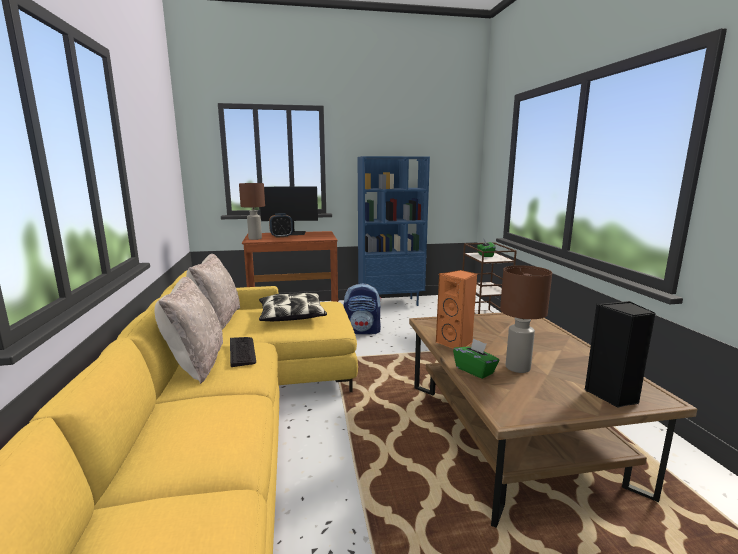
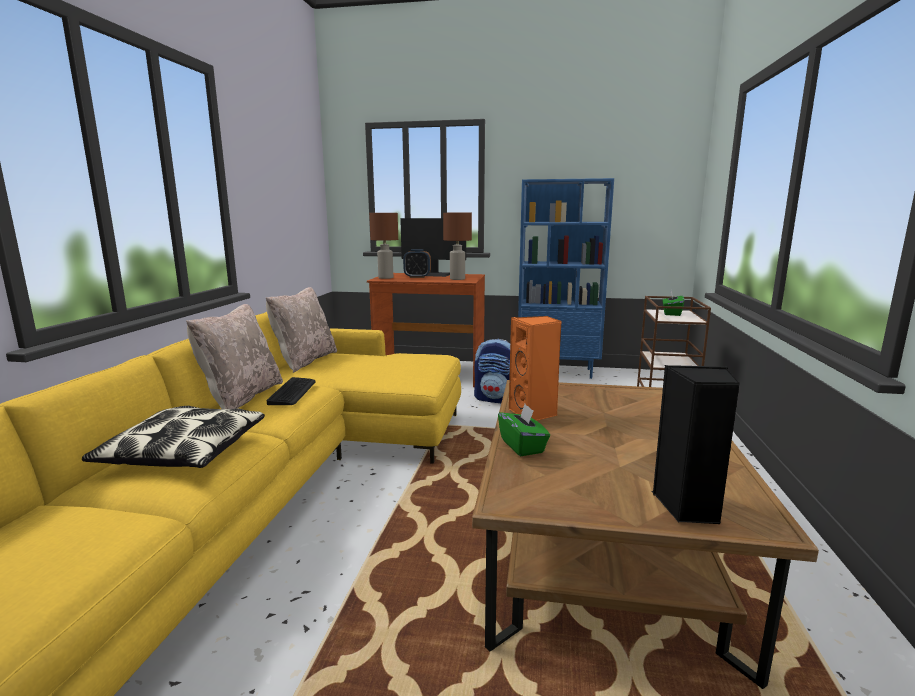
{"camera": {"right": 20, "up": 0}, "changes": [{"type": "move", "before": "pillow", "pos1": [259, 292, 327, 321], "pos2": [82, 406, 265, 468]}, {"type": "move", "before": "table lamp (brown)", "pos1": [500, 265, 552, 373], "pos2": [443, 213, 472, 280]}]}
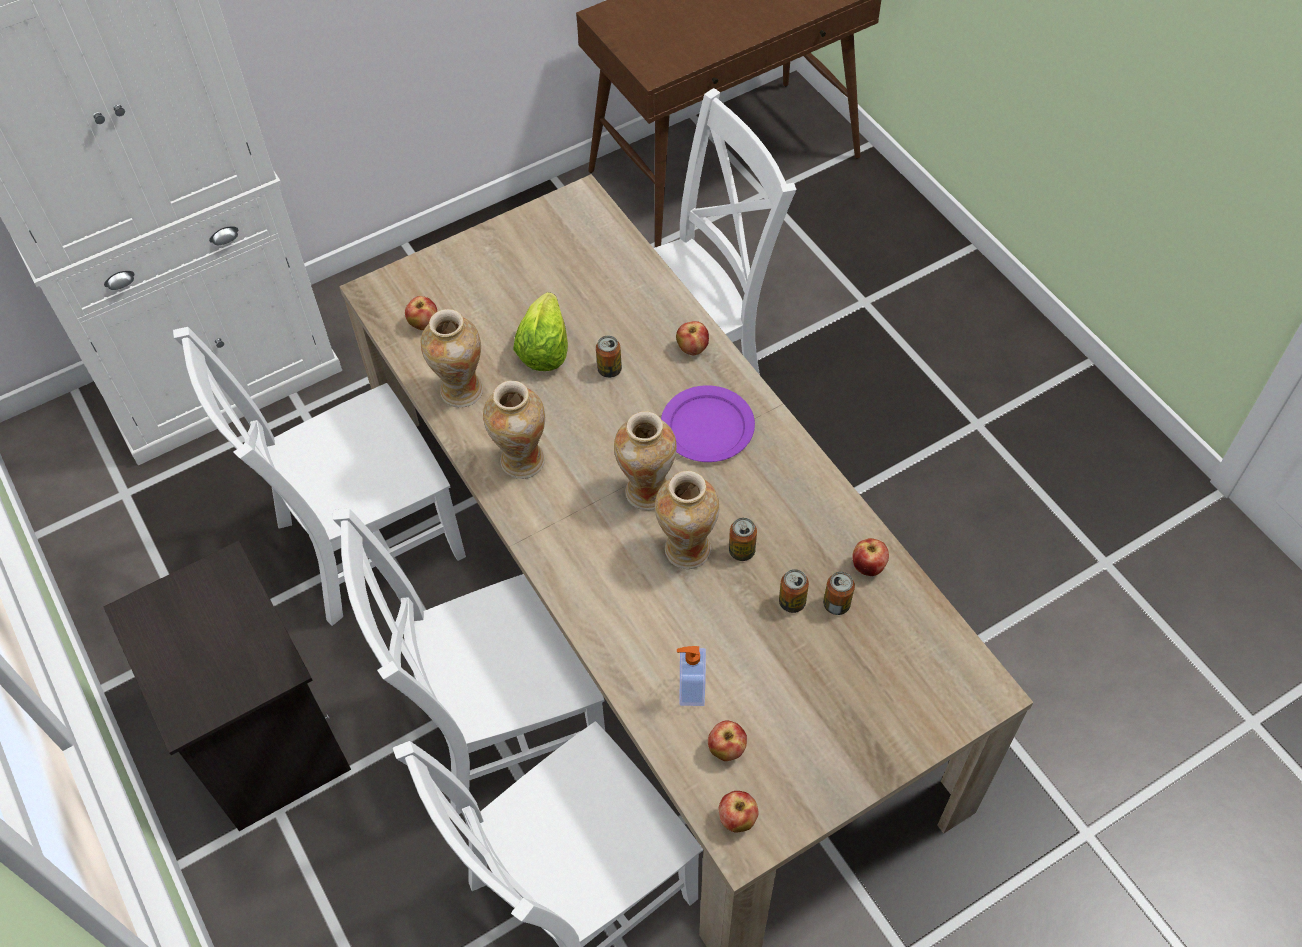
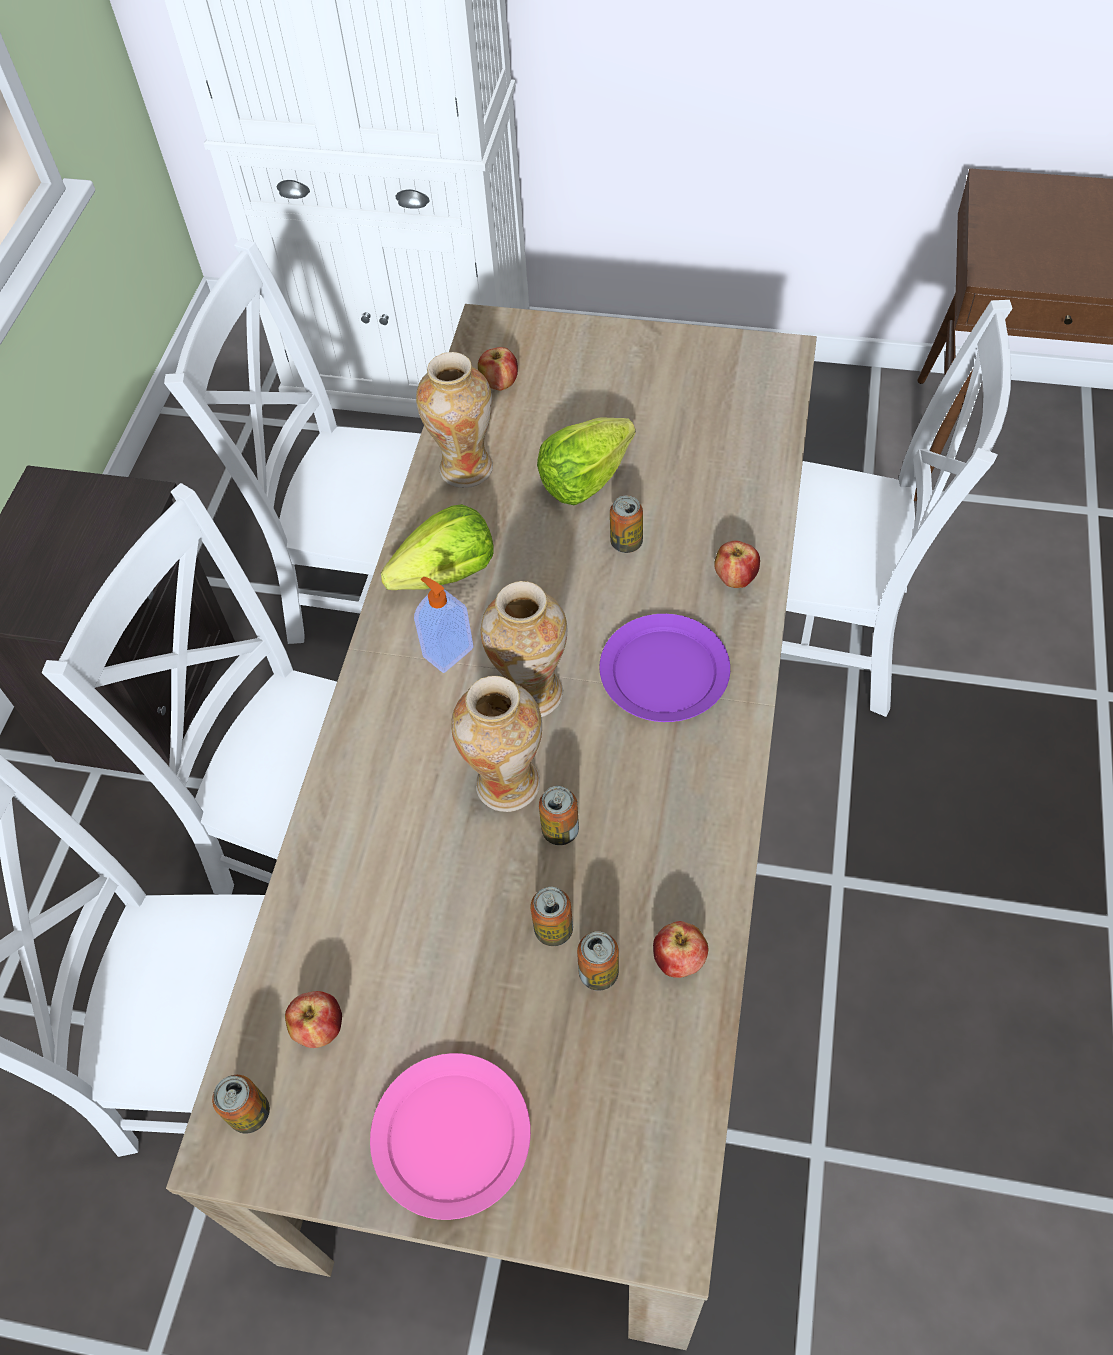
{"camera": {"right": 45, "up": 0}, "changes": [{"type": "replace", "before": "vase", "after": "lettuce", "pos1": [483, 381, 545, 479], "pos2": [381, 504, 494, 590]}, {"type": "move", "before": "soap dispenser", "pos1": [677, 646, 706, 706], "pos2": [414, 577, 473, 673]}, {"type": "replace", "before": "apple", "after": "can", "pos1": [719, 791, 759, 833], "pos2": [212, 1075, 270, 1134]}, {"type": "insert", "after": "plate (pink)", "pos2": [370, 1053, 531, 1220]}]}
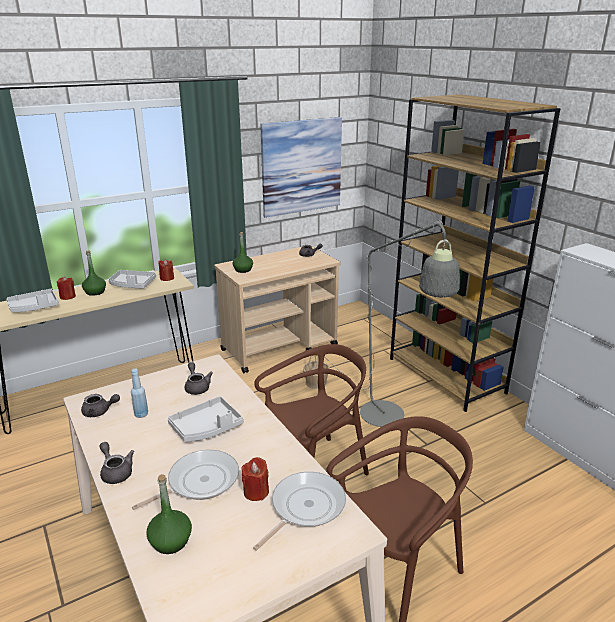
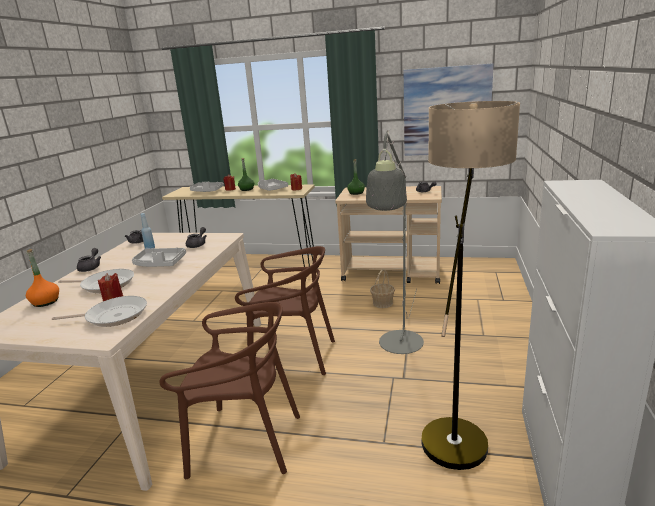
{"camera": {"right": 45, "up": -5}, "changes": [{"type": "recolor", "before": "bottle (green)", "after": "bottle (orange)", "pos1": [146, 474, 192, 554], "pos2": [26, 249, 59, 307]}, {"type": "delete", "before": "bookcase (brown)", "pos1": [390, 94, 560, 412]}, {"type": "insert", "after": "floor lamp", "pos2": [422, 101, 520, 470]}]}
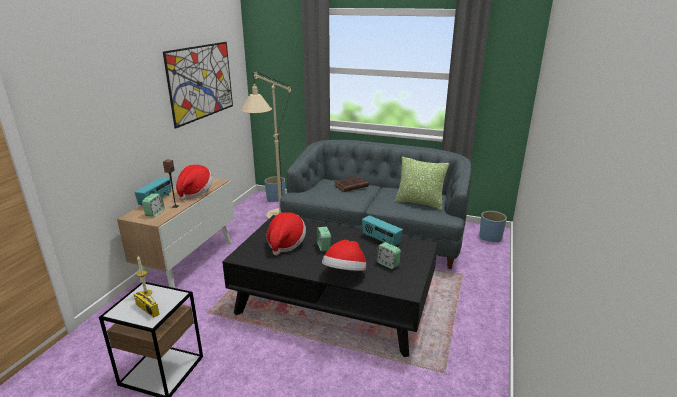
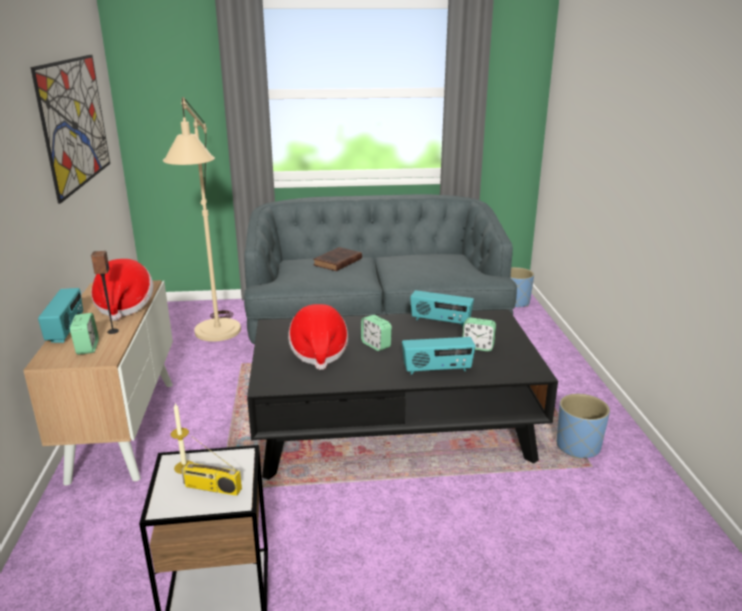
{"camera": {"right": -25, "up": 0}, "changes": [{"type": "move", "before": "planter (blue)", "pos1": [265, 176, 285, 202], "pos2": [557, 394, 610, 459]}, {"type": "replace", "before": "hat", "after": "radio", "pos1": [322, 240, 366, 271], "pos2": [402, 337, 476, 375]}, {"type": "delete", "before": "pillow", "pos1": [395, 157, 449, 210]}]}
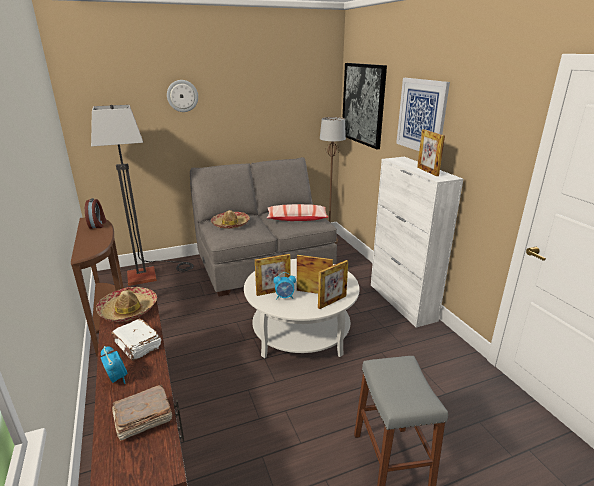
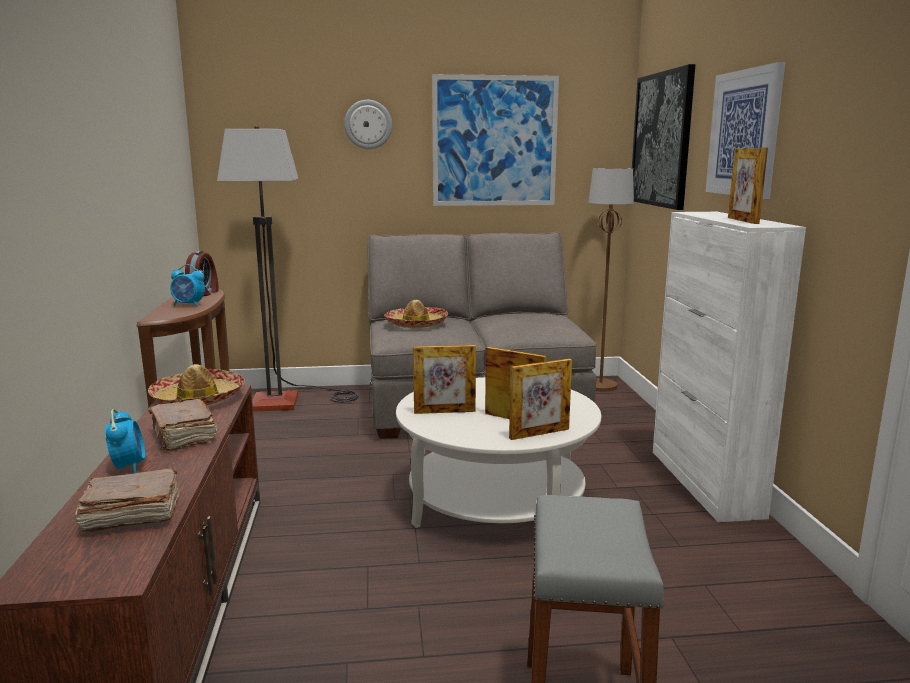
{"camera": {"right": 15, "up": -10}, "changes": [{"type": "recolor", "before": "book (white)", "after": "book (brown)", "pos1": [111, 319, 161, 361], "pos2": [148, 399, 217, 451]}, {"type": "delete", "before": "pillow", "pos1": [267, 204, 328, 221]}, {"type": "move", "before": "alarm clock", "pos1": [273, 272, 296, 300], "pos2": [170, 264, 205, 306]}, {"type": "insert", "after": "picture", "pos2": [432, 74, 559, 206]}]}
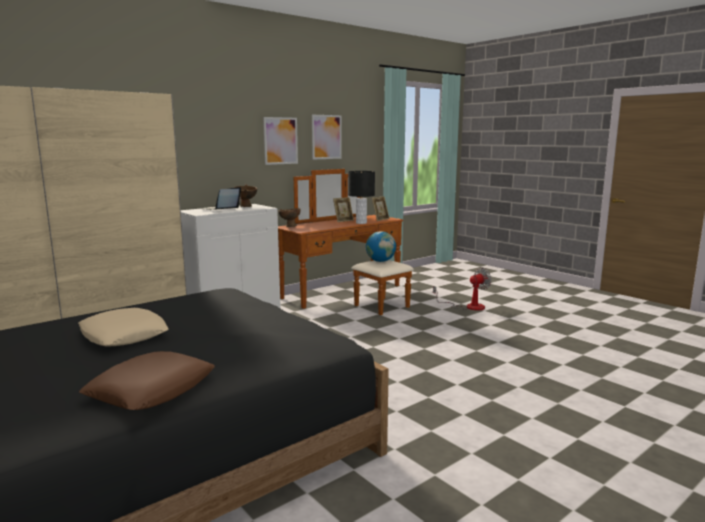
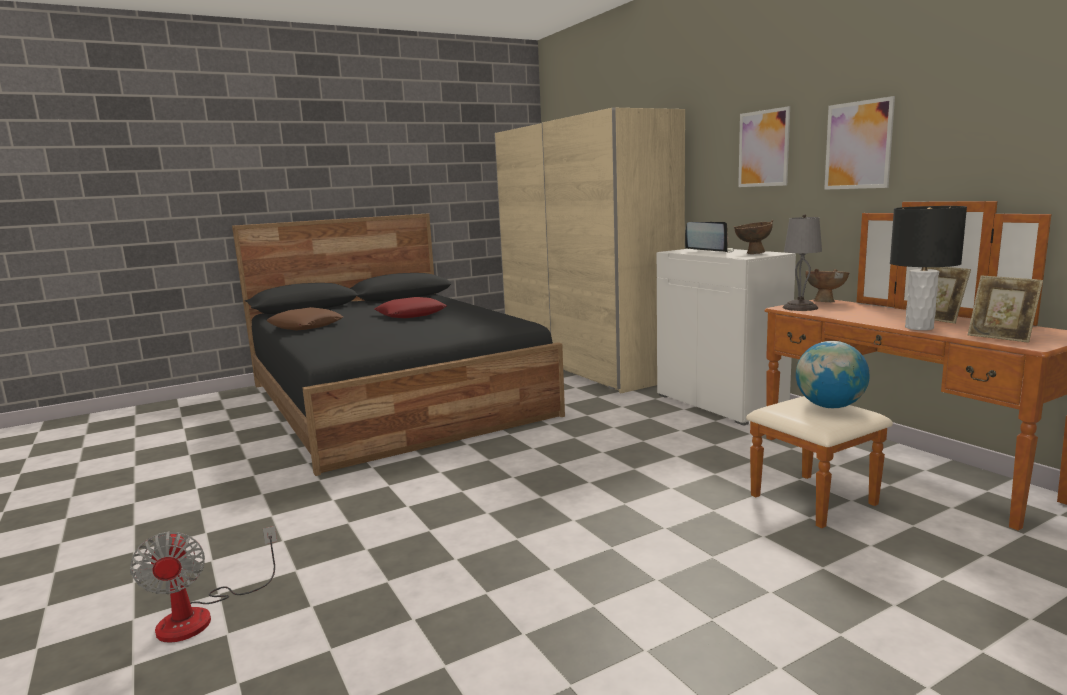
{"camera": {"right": 100, "up": 0}, "changes": [{"type": "recolor", "before": "pillow (beige)", "after": "pillow (red)", "pos1": [79, 308, 168, 346], "pos2": [375, 297, 447, 318]}, {"type": "move", "before": "picture", "pos1": [312, 115, 342, 160], "pos2": [738, 106, 790, 187]}, {"type": "move", "before": "fan", "pos1": [433, 267, 492, 311], "pos2": [130, 526, 277, 643]}, {"type": "insert", "after": "table lamp (grey)", "pos2": [783, 214, 822, 311]}]}
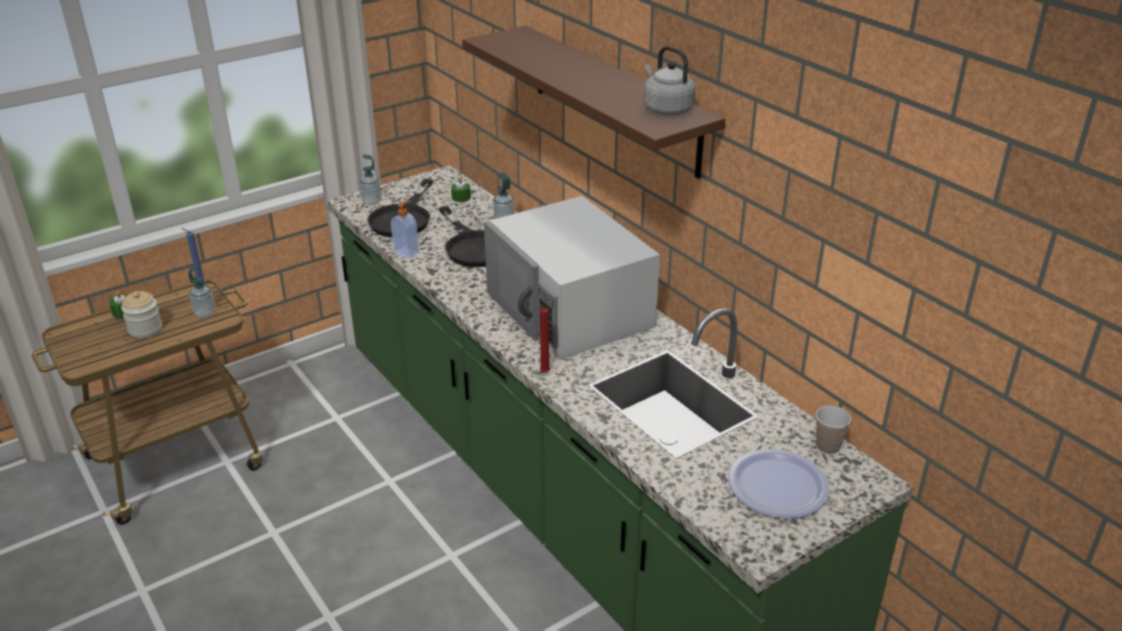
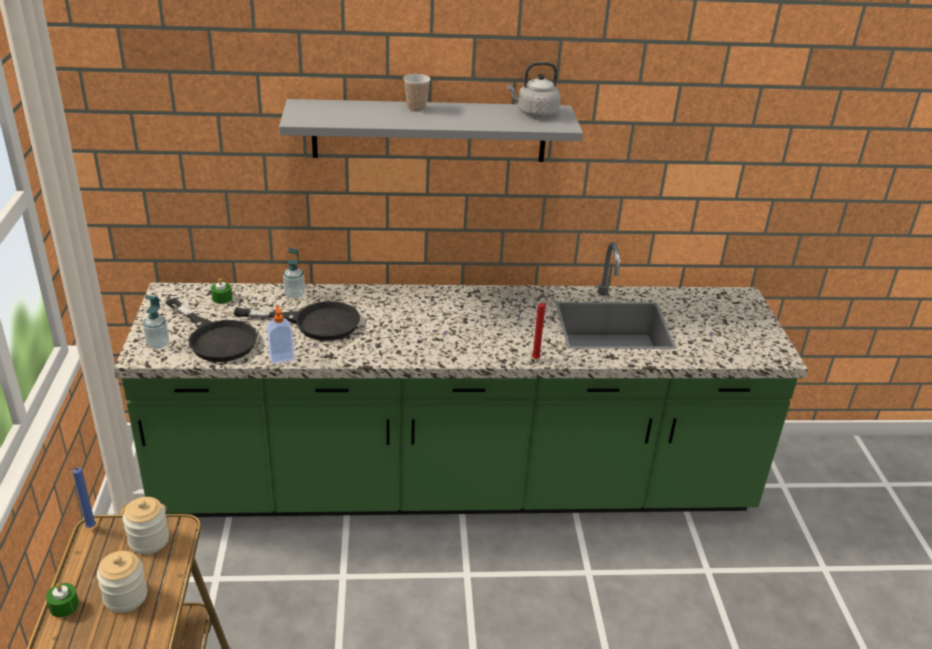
{"camera": {"right": -60, "up": 0}, "changes": [{"type": "replace", "before": "soap dispenser", "after": "jar", "pos1": [188, 264, 215, 318], "pos2": [123, 497, 169, 554]}, {"type": "recolor", "before": "shelf (brown)", "after": "shelf (grey)", "pos1": [462, 26, 725, 179], "pos2": [279, 99, 583, 162]}, {"type": "delete", "before": "microwave (white)", "pos1": [484, 196, 660, 360]}, {"type": "delete", "before": "plate", "pos1": [728, 449, 830, 519]}, {"type": "move", "before": "cup", "pos1": [816, 406, 851, 454], "pos2": [403, 74, 431, 112]}]}
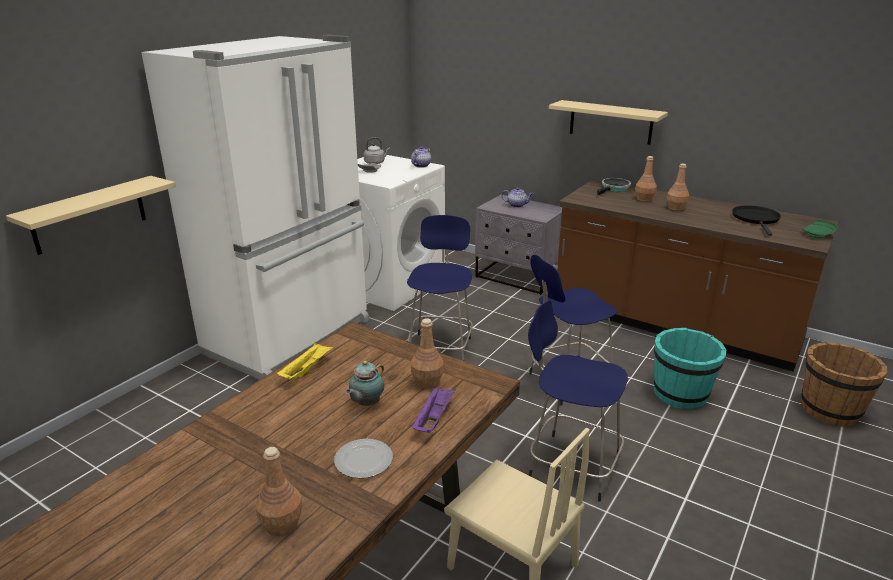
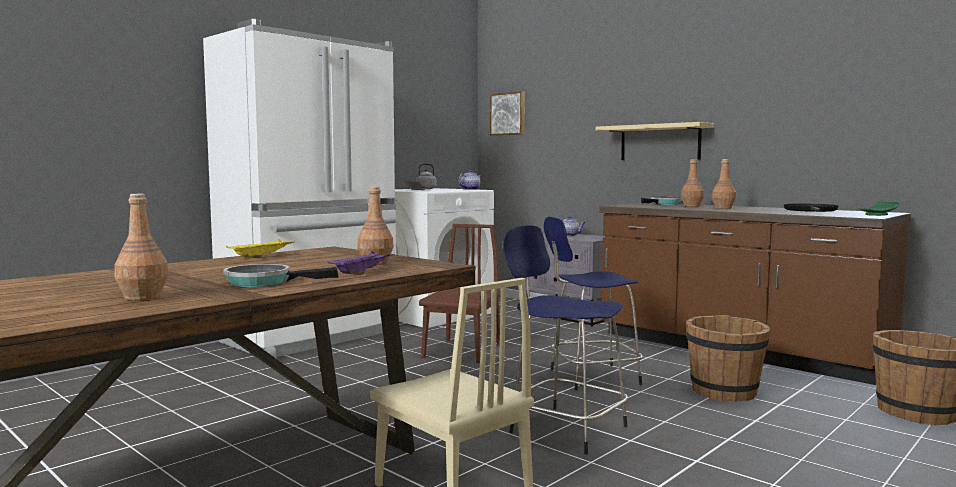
{"camera": {"right": 10, "up": -20}, "changes": [{"type": "delete", "before": "shelf (beige)", "pos1": [6, 176, 176, 255]}, {"type": "replace", "before": "plate", "after": "frying pan", "pos1": [334, 439, 393, 478], "pos2": [223, 264, 339, 287]}, {"type": "delete", "before": "teapot", "pos1": [345, 361, 384, 406]}, {"type": "replace", "before": "stool (blue)", "after": "chair (brown)", "pos1": [407, 215, 473, 361], "pos2": [419, 224, 501, 363]}, {"type": "recolor", "before": "bucket (turquoise)", "after": "bucket (brown)", "pos1": [654, 328, 726, 409], "pos2": [686, 315, 771, 401]}, {"type": "insert", "after": "picture", "pos2": [490, 91, 525, 136]}]}
